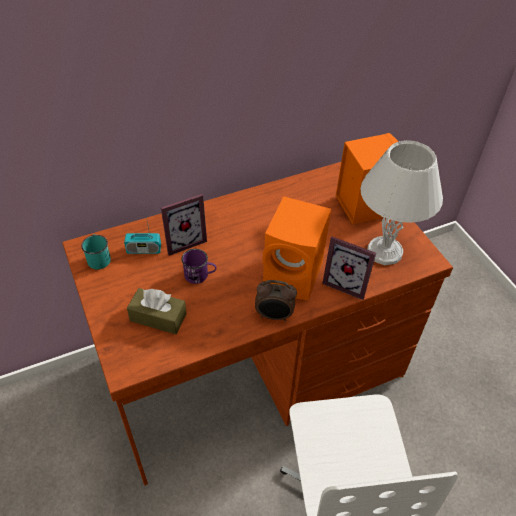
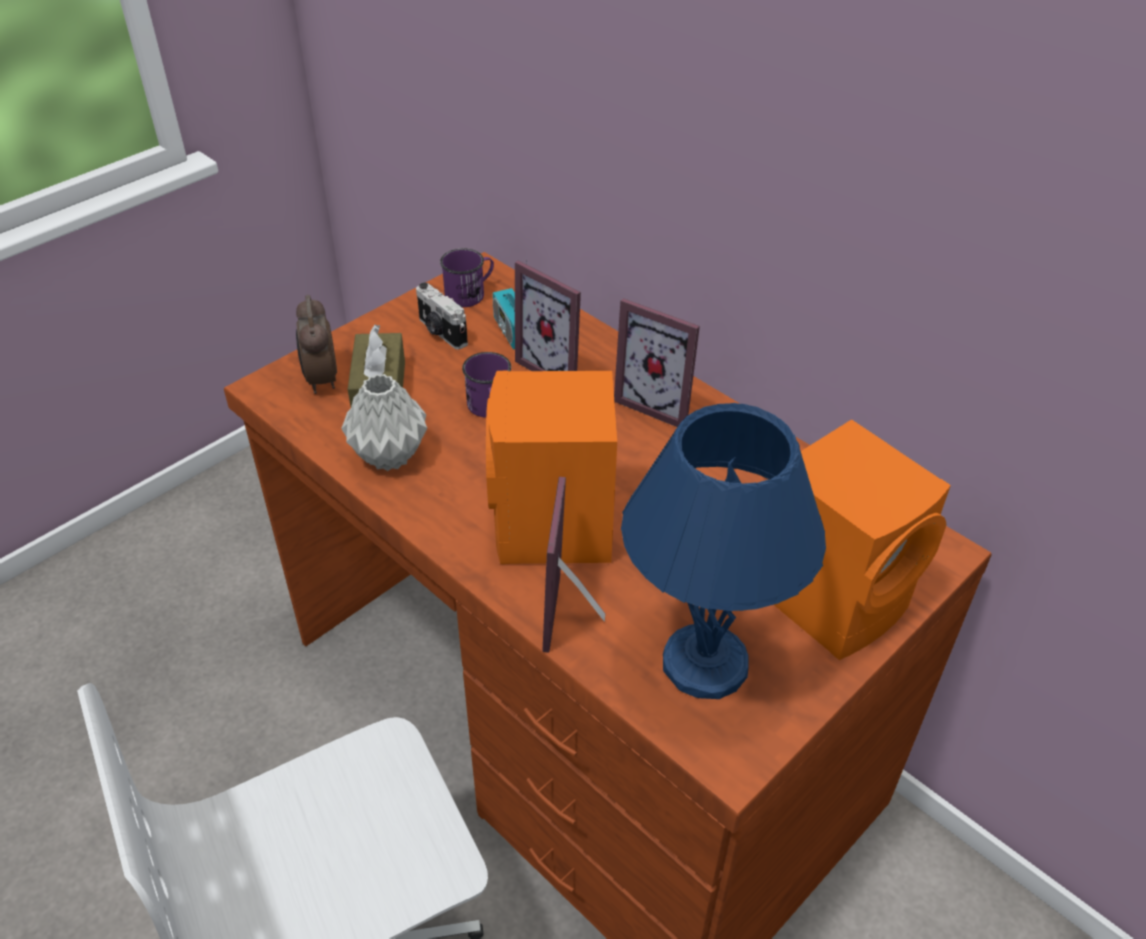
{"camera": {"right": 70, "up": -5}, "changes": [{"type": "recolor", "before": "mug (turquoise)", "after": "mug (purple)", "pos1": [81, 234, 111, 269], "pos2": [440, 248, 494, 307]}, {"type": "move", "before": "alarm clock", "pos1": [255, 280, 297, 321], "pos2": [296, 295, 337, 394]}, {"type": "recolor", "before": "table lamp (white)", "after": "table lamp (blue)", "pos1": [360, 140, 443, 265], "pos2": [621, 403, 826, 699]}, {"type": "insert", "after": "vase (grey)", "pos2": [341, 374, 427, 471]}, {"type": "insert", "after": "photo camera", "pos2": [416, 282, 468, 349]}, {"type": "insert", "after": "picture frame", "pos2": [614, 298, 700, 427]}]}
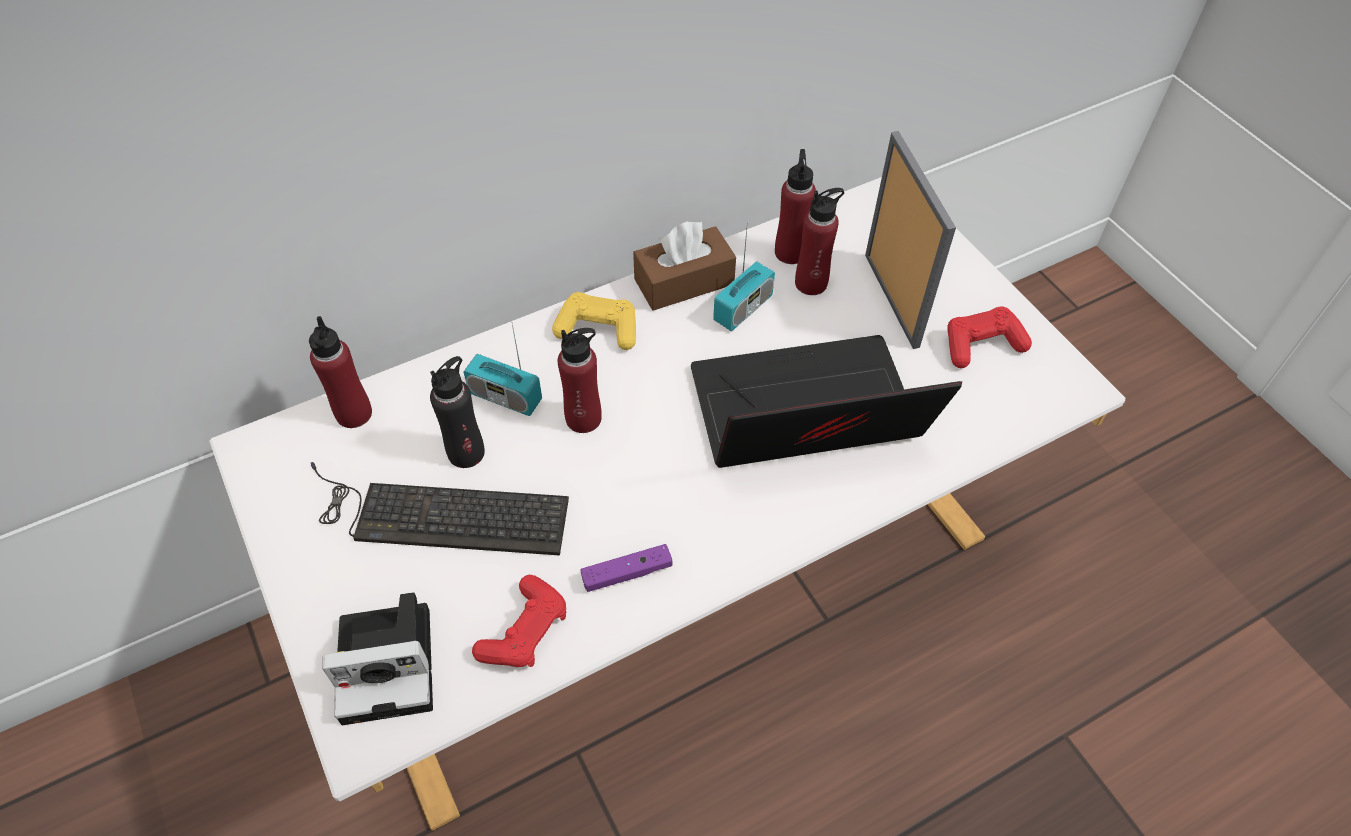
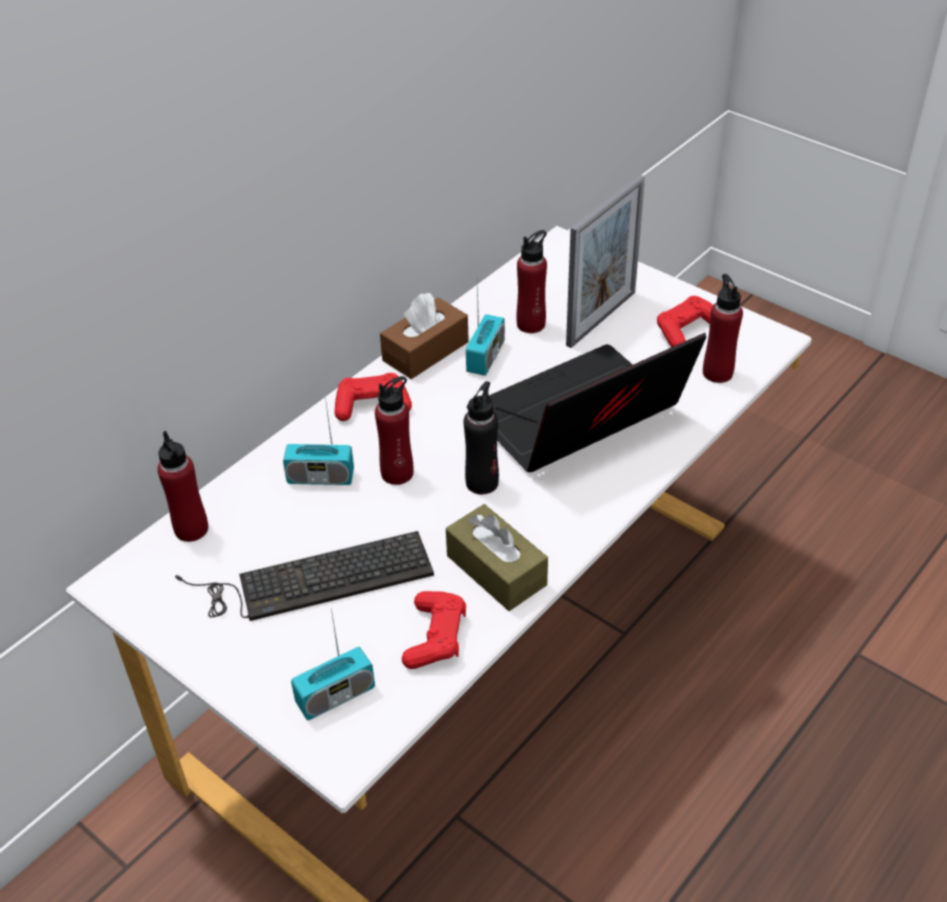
{"camera": {"right": -20, "up": -10}, "changes": [{"type": "replace", "before": "photo camera", "after": "radio", "pos1": [323, 592, 433, 725], "pos2": [291, 609, 375, 720]}, {"type": "move", "before": "bottle (black)", "pos1": [430, 356, 485, 468], "pos2": [464, 381, 499, 494]}, {"type": "recolor", "before": "game controller (yellow)", "after": "game controller (red)", "pos1": [552, 292, 636, 350], "pos2": [334, 373, 412, 421]}, {"type": "replace", "before": "game controller (purple)", "after": "tissue box (brown)", "pos1": [580, 544, 673, 592], "pos2": [446, 504, 548, 611]}, {"type": "move", "before": "bottle (red)", "pos1": [775, 149, 816, 264], "pos2": [703, 274, 743, 383]}, {"type": "rotate", "before": "picture frame", "pos1": [865, 131, 956, 349], "pos2": [566, 174, 645, 348], "turn": 75}]}
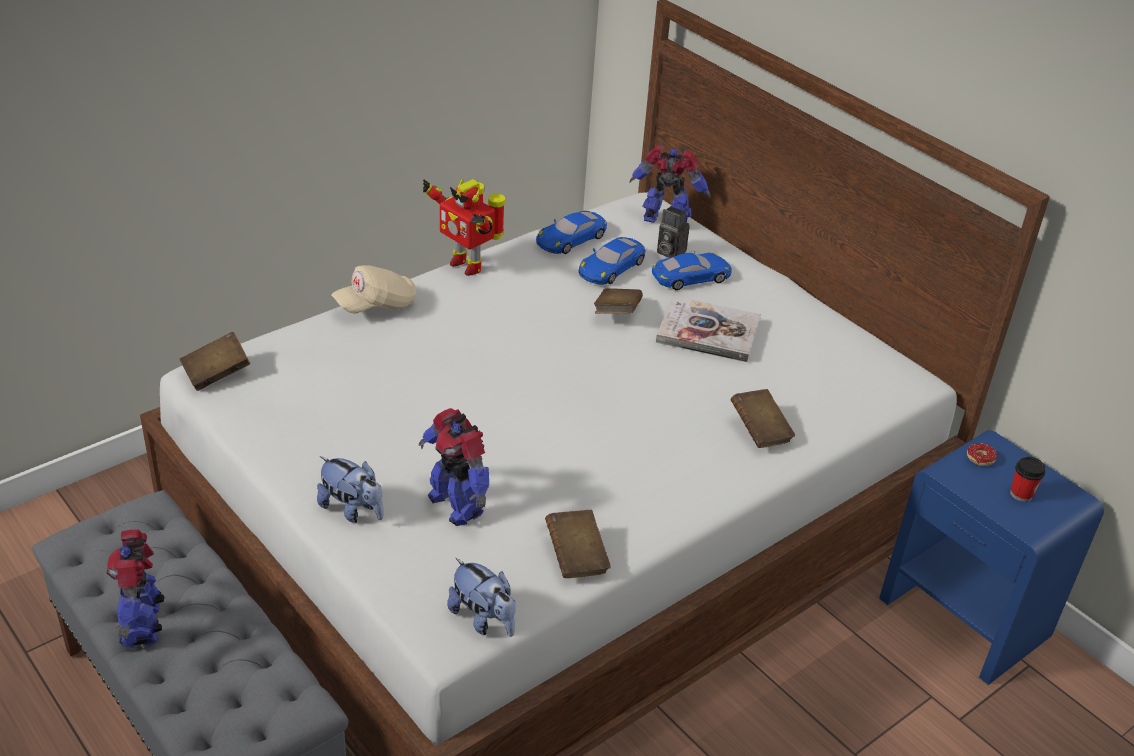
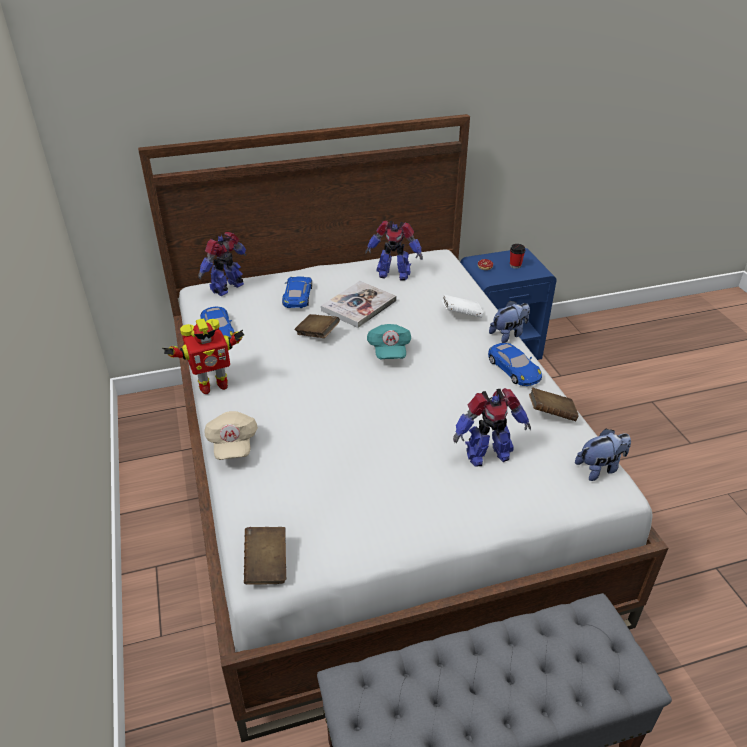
{"camera": {"right": -65, "up": 0}, "changes": [{"type": "move", "before": "toy robot", "pos1": [106, 529, 165, 648], "pos2": [365, 221, 423, 281]}, {"type": "move", "before": "plush toy", "pos1": [317, 456, 383, 523], "pos2": [489, 301, 530, 343]}, {"type": "move", "before": "toy car (blue)", "pos1": [578, 237, 646, 285], "pos2": [488, 343, 542, 386]}, {"type": "delete", "before": "photo camera", "pos1": [657, 206, 690, 258]}, {"type": "recolor", "before": "book (brown)", "after": "book (white)", "pos1": [730, 389, 795, 448], "pos2": [442, 294, 483, 318]}, {"type": "insert", "after": "cap (turquoise)", "pos2": [367, 324, 411, 359]}]}
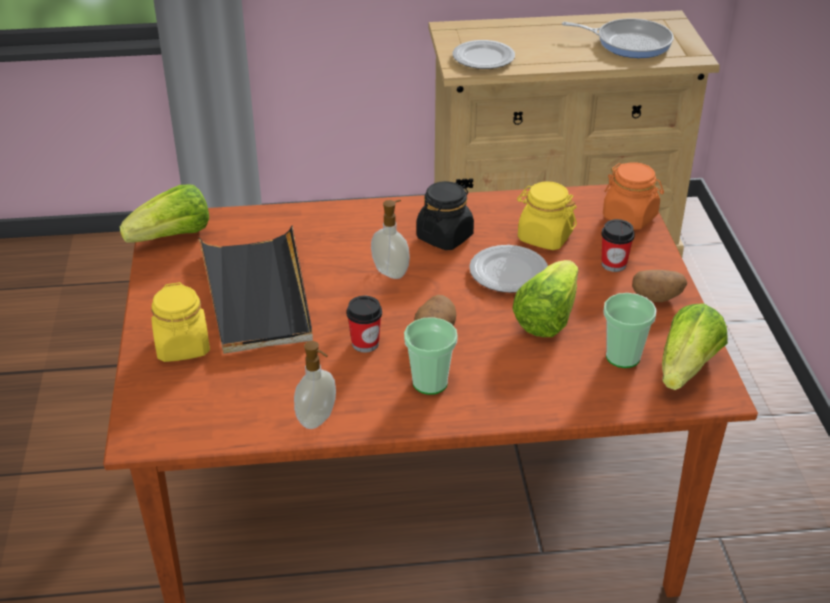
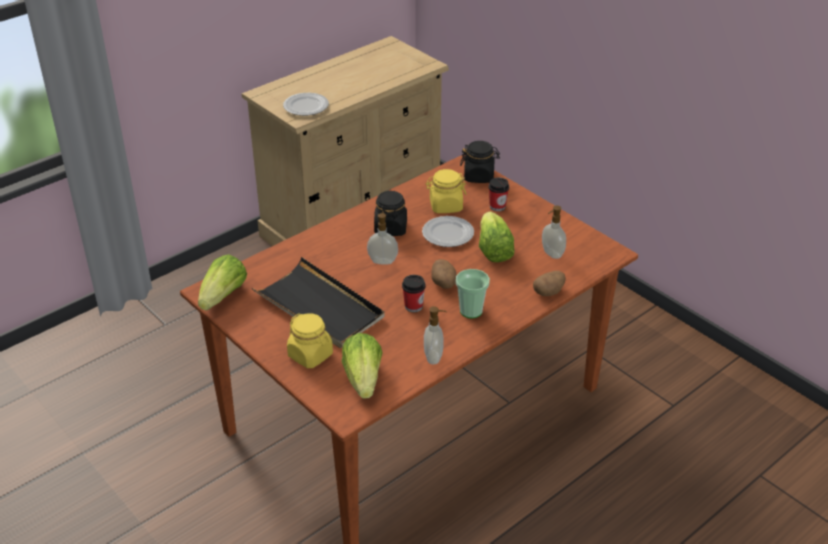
{"camera": {"right": -35, "up": 0}, "changes": [{"type": "delete", "before": "frying pan", "pos1": [562, 18, 674, 58]}, {"type": "recolor", "before": "jar (orange)", "after": "jar (black)", "pos1": [603, 162, 664, 230], "pos2": [460, 141, 500, 183]}, {"type": "replace", "before": "cup", "after": "soap dispenser", "pos1": [603, 293, 657, 368], "pos2": [542, 206, 566, 259]}, {"type": "move", "before": "potato", "pos1": [632, 270, 687, 302], "pos2": [533, 271, 566, 296]}, {"type": "move", "before": "lettuce", "pos1": [662, 303, 728, 390], "pos2": [342, 333, 383, 399]}]}
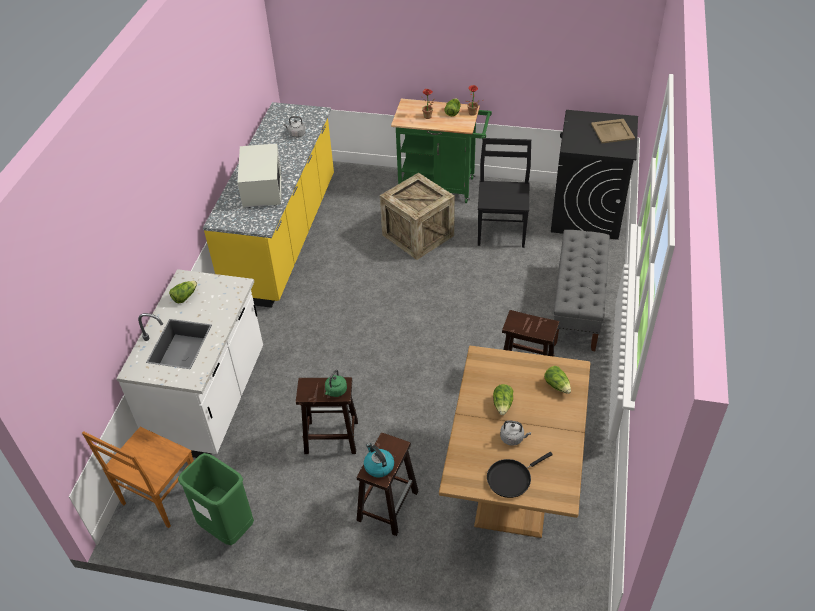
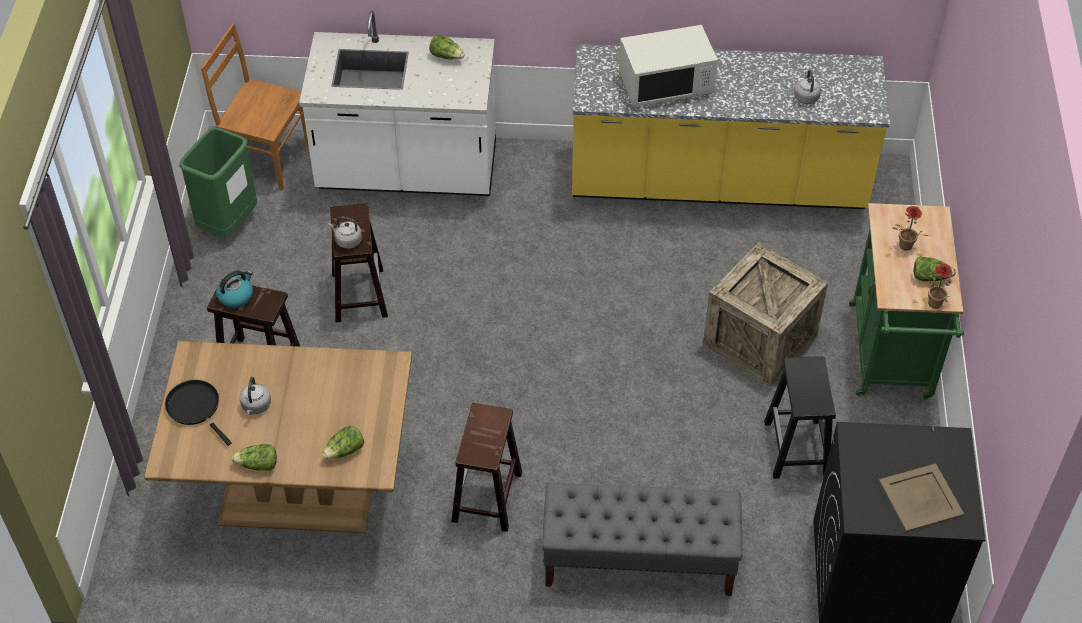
{"camera": {"right": 80, "up": 5}, "changes": [{"type": "recolor", "before": "kettle (green)", "after": "kettle (grey)", "pos1": [325, 369, 347, 397], "pos2": [328, 217, 362, 249]}, {"type": "replace", "before": "chair (black)", "after": "stool (black)", "pos1": [478, 138, 531, 248], "pos2": [764, 356, 836, 479]}, {"type": "move", "before": "lettuce", "pos1": [493, 384, 513, 415], "pos2": [231, 444, 277, 471]}]}
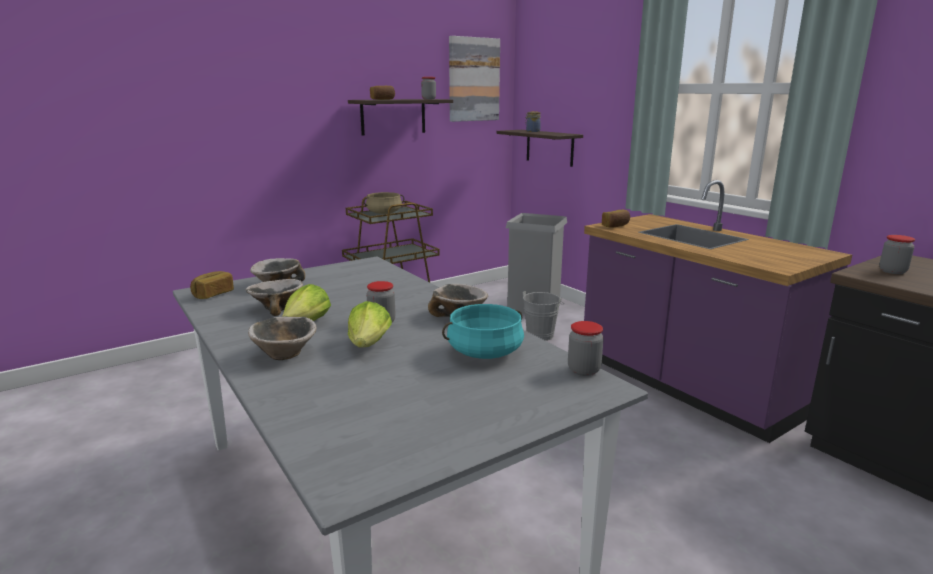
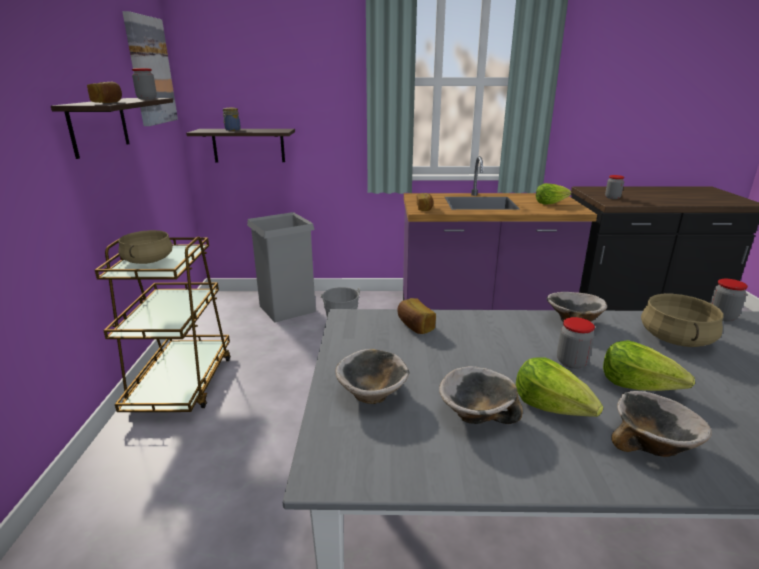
{"camera": {"right": -55, "up": 5}, "changes": [{"type": "move", "before": "bread", "pos1": [190, 271, 234, 299], "pos2": [397, 298, 436, 334]}, {"type": "recolor", "before": "cooking pot (turquoise)", "after": "cooking pot (beige)", "pos1": [442, 304, 524, 359], "pos2": [641, 293, 724, 347]}, {"type": "insert", "after": "lettuce", "pos2": [536, 183, 572, 205]}]}
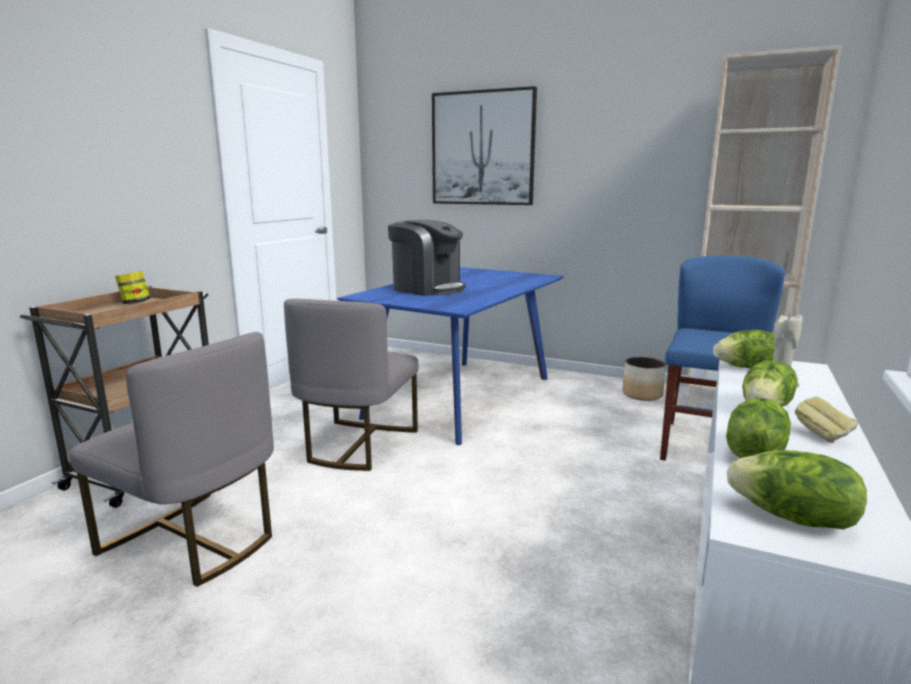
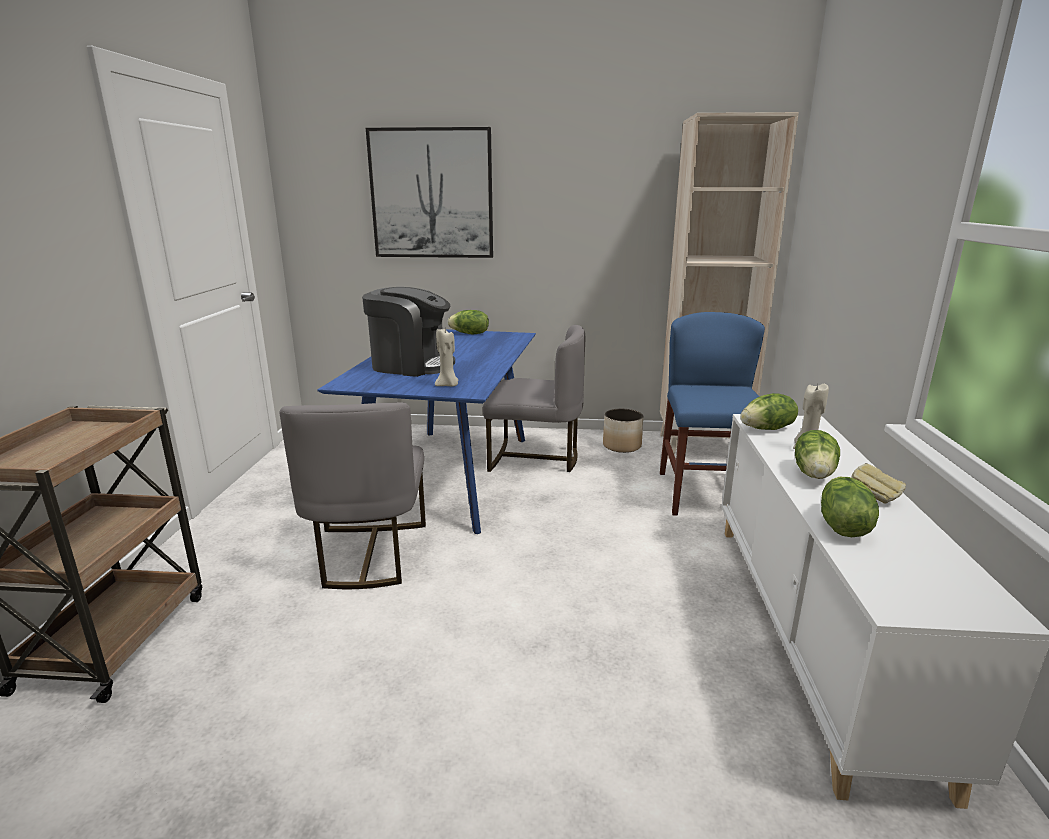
{"camera": {"right": -20, "up": 5}, "changes": [{"type": "move", "before": "chair (grey)", "pos1": [70, 332, 274, 587], "pos2": [483, 325, 585, 472]}, {"type": "delete", "before": "jar", "pos1": [115, 271, 150, 304]}, {"type": "move", "before": "lettuce", "pos1": [727, 450, 867, 529], "pos2": [448, 310, 489, 334]}, {"type": "insert", "after": "candle (beige)", "pos2": [435, 329, 458, 386]}]}
